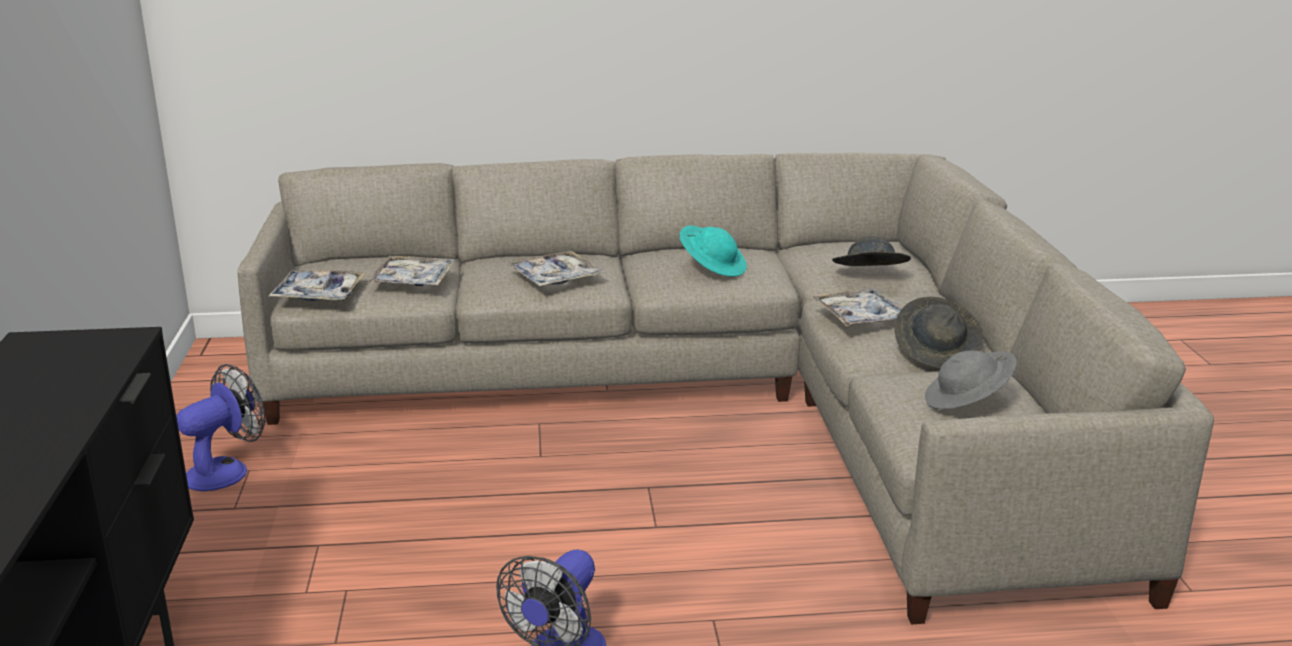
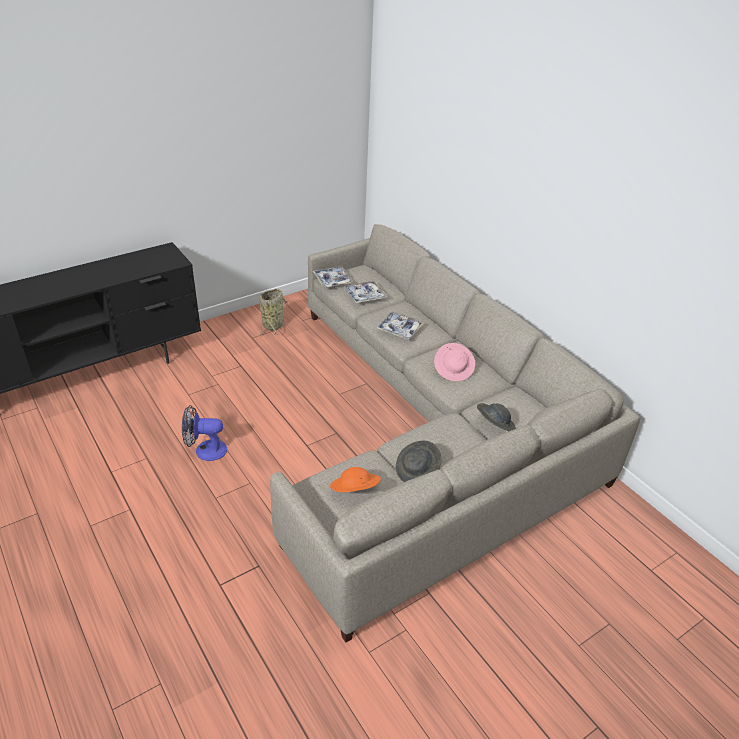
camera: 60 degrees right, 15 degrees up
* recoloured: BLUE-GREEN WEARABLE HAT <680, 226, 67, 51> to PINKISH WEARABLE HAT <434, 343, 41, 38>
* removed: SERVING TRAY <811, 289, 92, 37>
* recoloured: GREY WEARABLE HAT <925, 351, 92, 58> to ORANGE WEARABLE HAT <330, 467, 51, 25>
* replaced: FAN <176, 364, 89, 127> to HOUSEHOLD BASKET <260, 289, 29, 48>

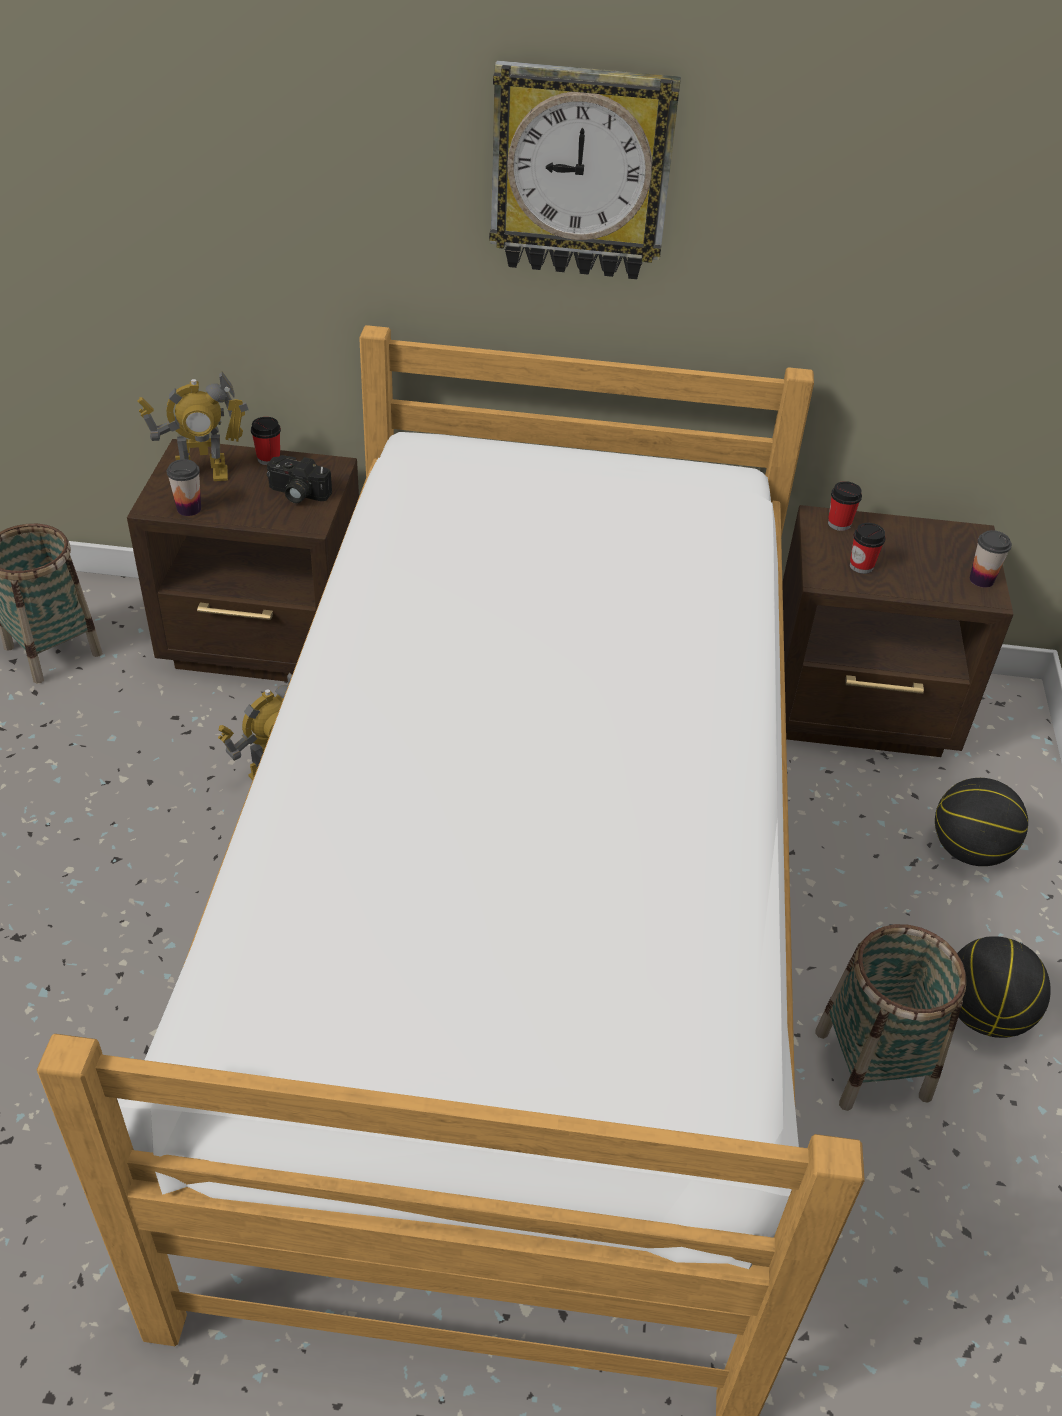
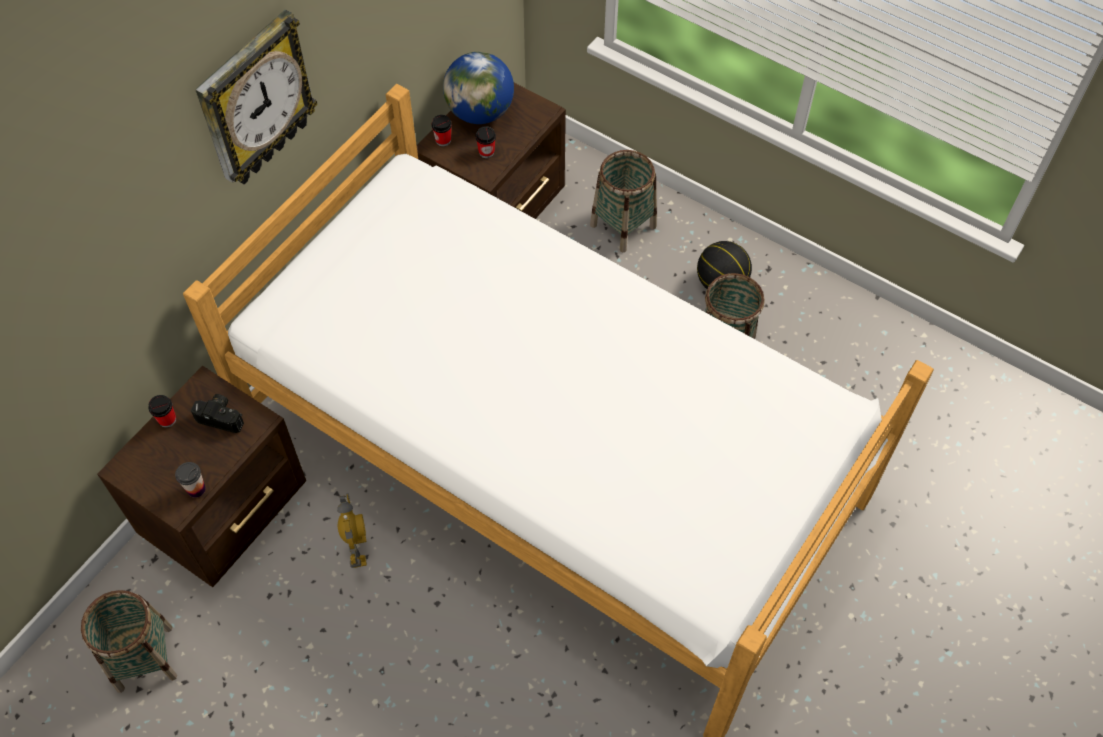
camera: 60 degrees left, 15 degrees up
* removed: ROBOT FIGURE <138, 371, 110, 110>
* turned: STILL CAMERA <267, 455, 65, 48> = <191, 394, 53, 39> 120 degrees counterclockwise
* removed: SMALL CUP <970, 530, 42, 58>
* replaced: BASKETBALL <935, 778, 93, 88> to HOUSEHOLD BASKET <590, 150, 67, 102>
* added: DESK GLOBE <443, 52, 71, 72>

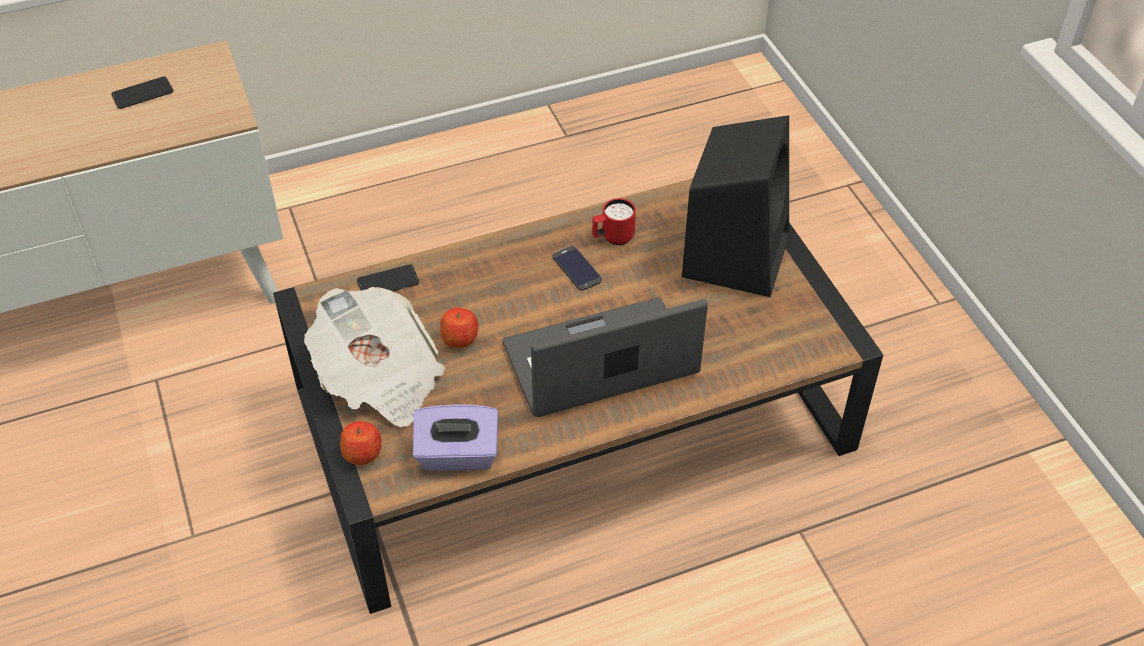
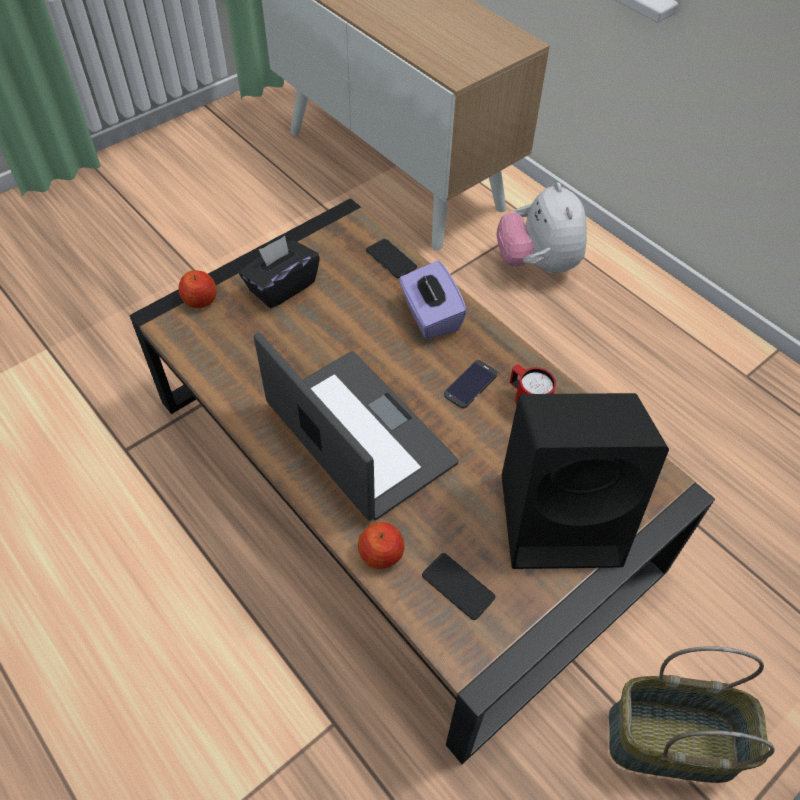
camera: 70 degrees right, 5 degrees up
* moved: HANDSET <111, 77, 62, 32> to <422, 553, 73, 67>
* replaced: DAILY PAPER <304, 287, 141, 140> to BLACKISH TISSUE HOLDER <239, 236, 81, 73>
* moved: WHOLE APPLE <440, 308, 38, 40> to <358, 522, 47, 47>
* moved: PURPLE TISSUE HOLDER <413, 404, 85, 67> to <399, 261, 68, 78>
* added: SOFT TOY <496, 182, 91, 92>
* added: HOUSEHOLD BASKET <609, 646, 166, 137>

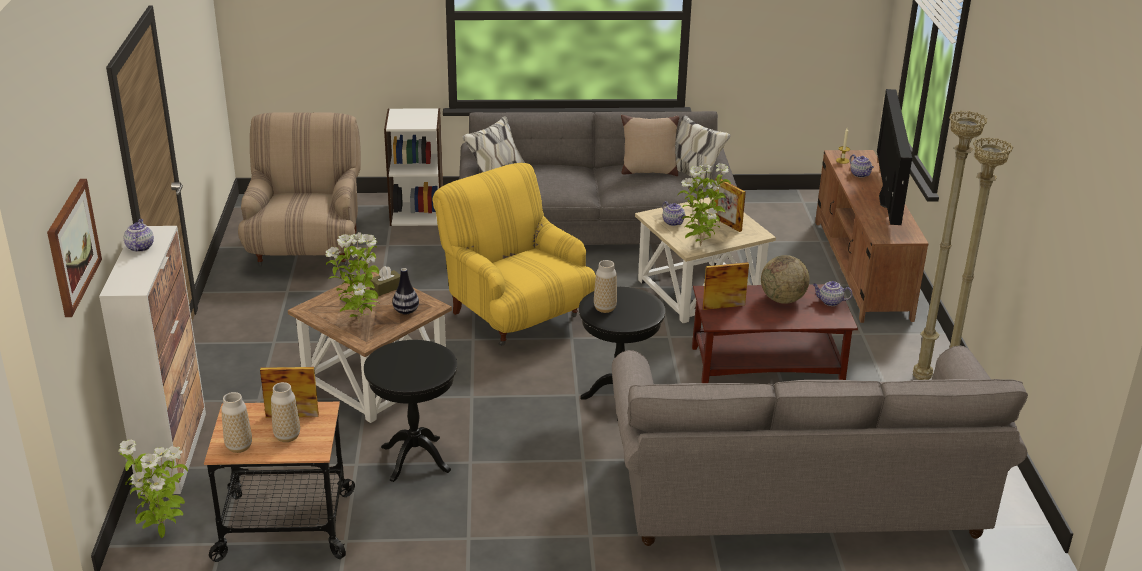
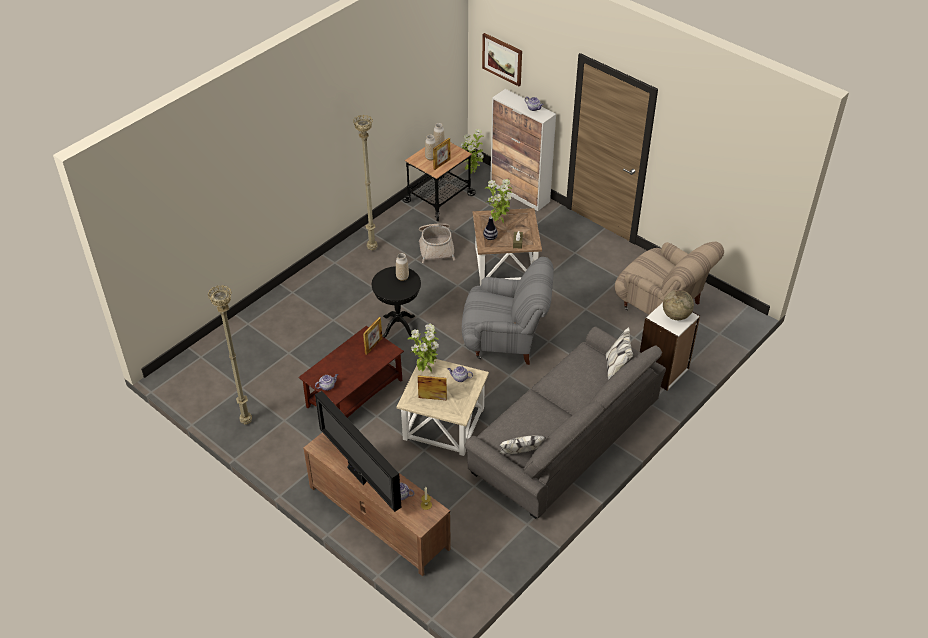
camera: 135 degrees right, 15 degrees up
* moved: SAND-COLOURED STANDING LAMP <913, 110, 74, 270> to <353, 115, 24, 136>
* removed: SAND-COLOURED CUSHION <621, 115, 58, 61>
* recoloured: YELLOW EASY CHAIR <432, 163, 164, 183> to GREY EASY CHAIR <462, 257, 92, 108>
* moved: DESK GLOBE <761, 255, 49, 49> to <663, 290, 31, 30>
* replaced: BLACKISH END TABLE <364, 340, 93, 142> to HOUSEHOLD BASKET <419, 223, 36, 40>
* removed: GREY SETTEE <612, 346, 416, 200>

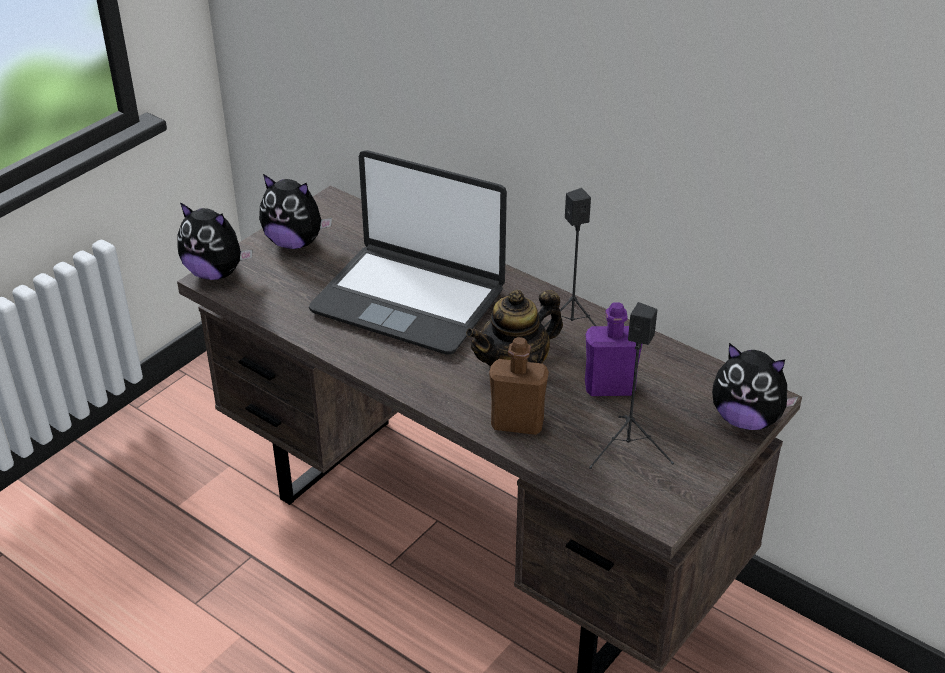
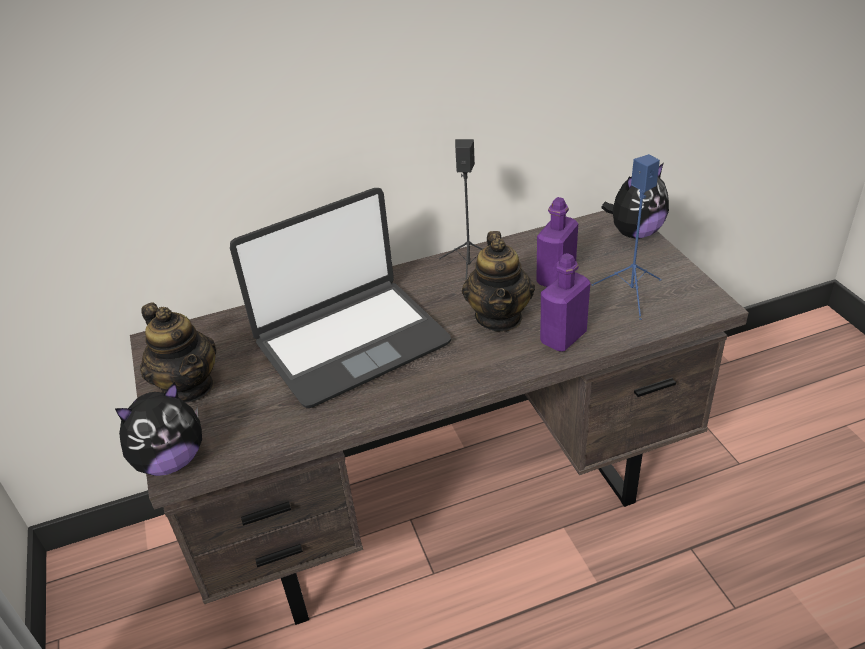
camera: 55 degrees left, 0 degrees up
* replaced: SOFT TOY <259, 174, 73, 75> to TEAPOT <140, 302, 76, 100>
* recoloured: BLACKISH AUDIO SPEAKER <589, 302, 85, 167> to BLUISH AUDIO SPEAKER <592, 154, 70, 166>
* recoloured: BROWNISH BEVERAGE BOTTLE <489, 337, 60, 98> to PURPLE BEVERAGE BOTTLE <540, 253, 51, 99>

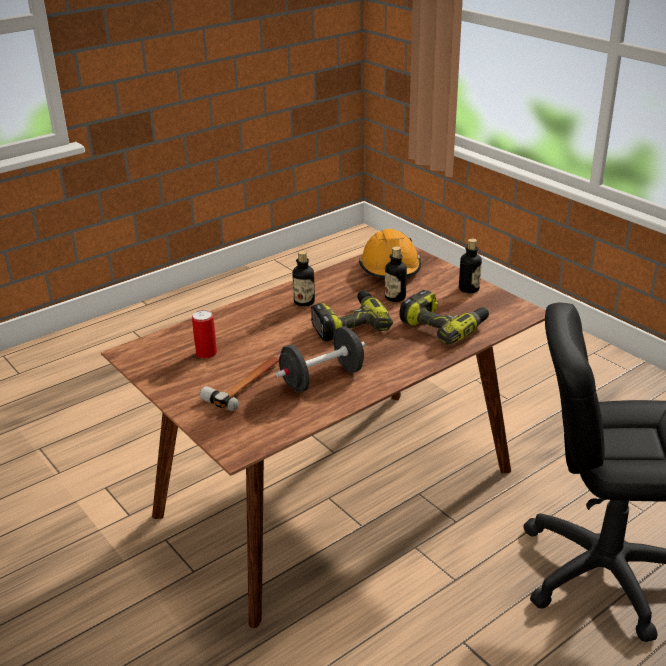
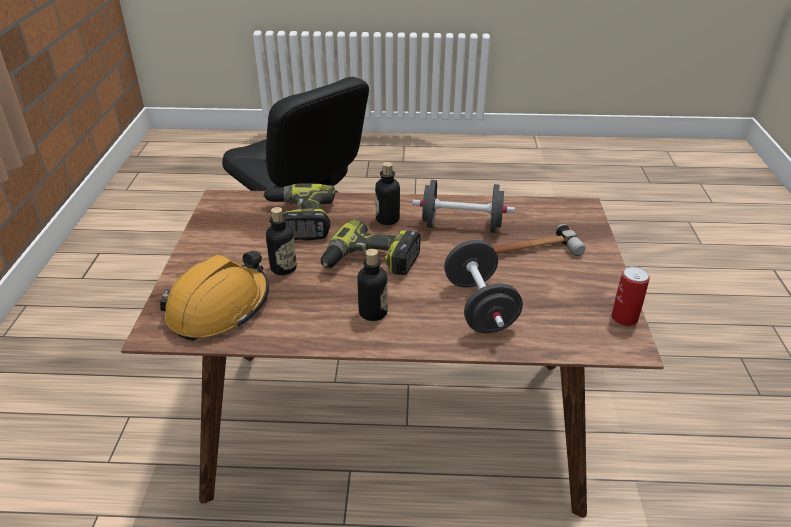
camera: 140 degrees left, 5 degrees up
* moved: BEVERAGE BOTTLE <459, 238, 23, 55> to <375, 162, 25, 63>
* moved: METAL CAN <192, 310, 25, 49> to <611, 266, 39, 60>
* added: BLACKISH FREE WEIGHT <444, 240, 79, 93>

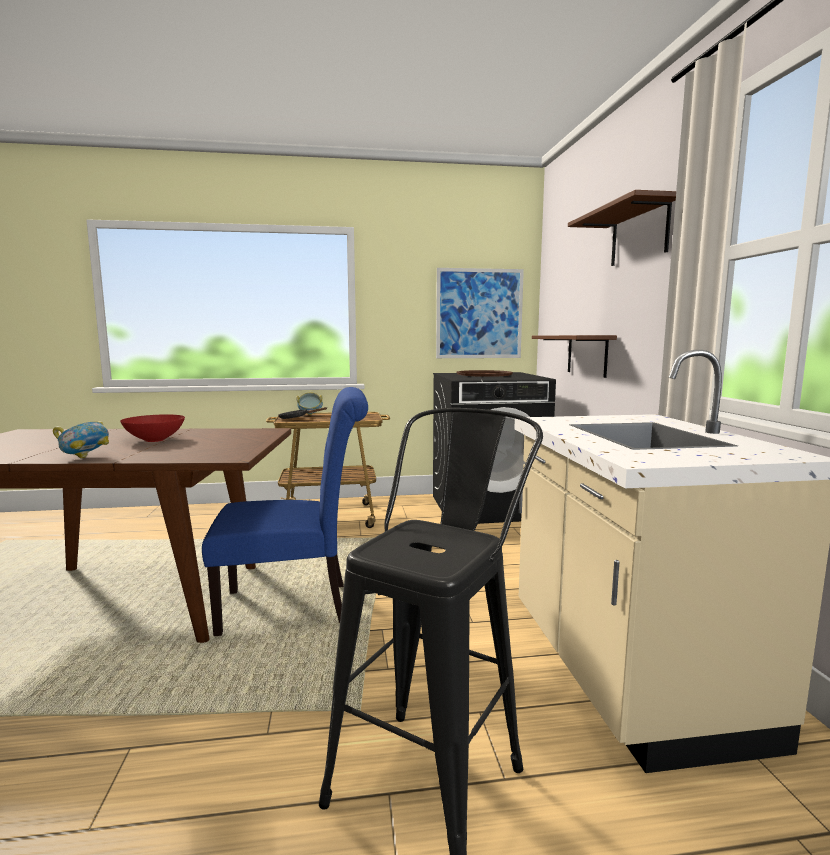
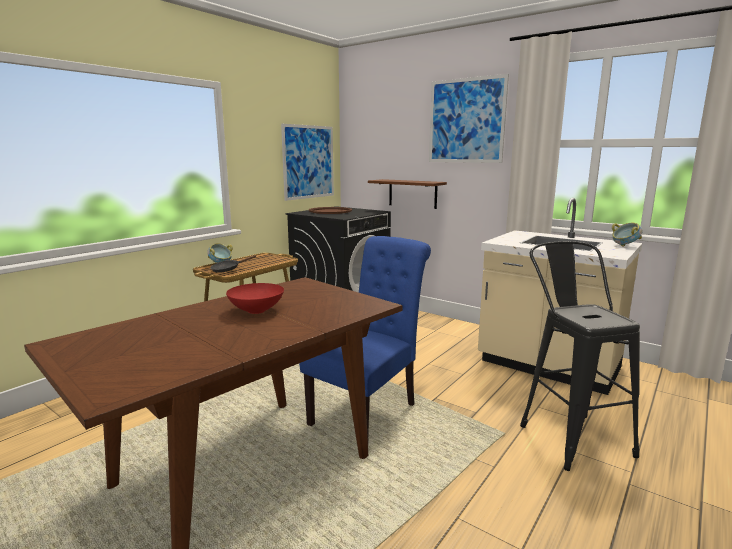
camera: 45 degrees left, 5 degrees up
* replaced: BROWNISH SHELF <568, 190, 108, 76> to WALL PICTURE <429, 74, 80, 89>
* moved: SERVING BOWL <53, 421, 56, 38> to <612, 223, 30, 23>

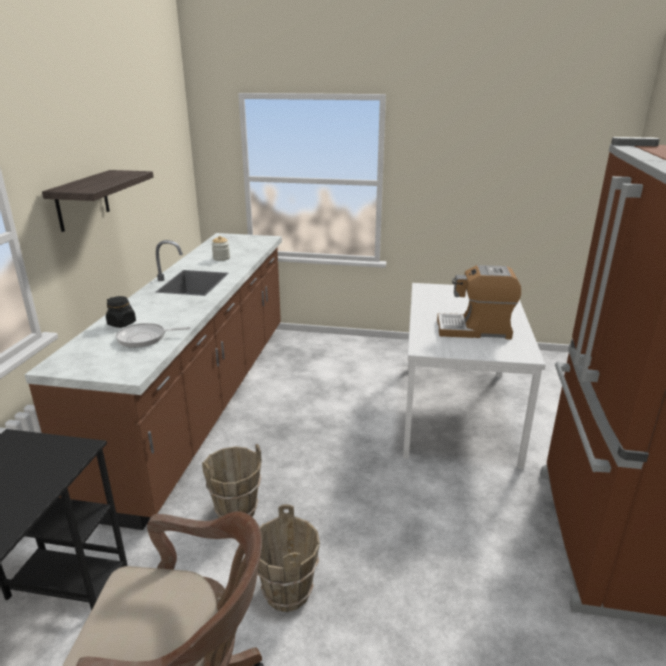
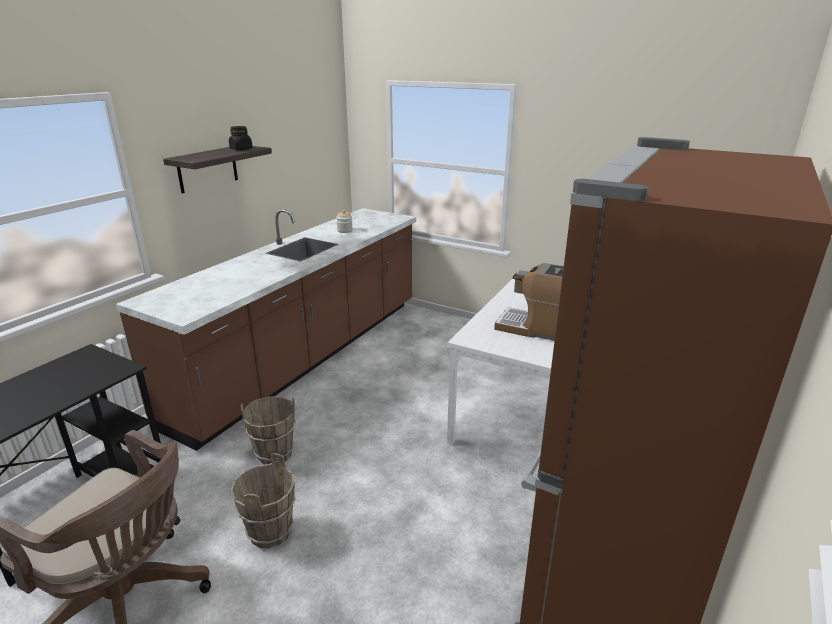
camera: 20 degrees right, 0 degrees up
* moved: BLACKISH PRESERVE JAR <106, 296, 30, 32> to <229, 126, 23, 24>
* removed: SKILLET <116, 323, 74, 25>

